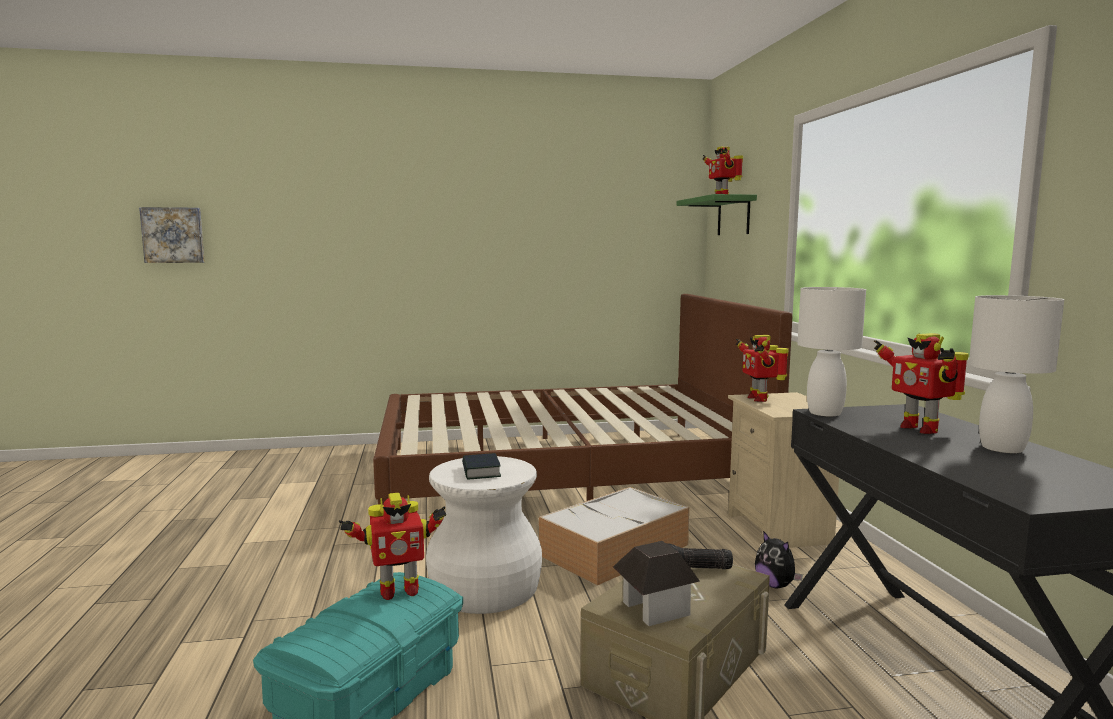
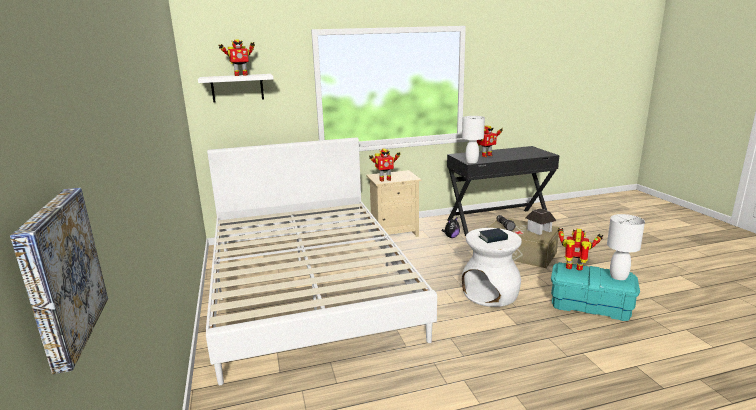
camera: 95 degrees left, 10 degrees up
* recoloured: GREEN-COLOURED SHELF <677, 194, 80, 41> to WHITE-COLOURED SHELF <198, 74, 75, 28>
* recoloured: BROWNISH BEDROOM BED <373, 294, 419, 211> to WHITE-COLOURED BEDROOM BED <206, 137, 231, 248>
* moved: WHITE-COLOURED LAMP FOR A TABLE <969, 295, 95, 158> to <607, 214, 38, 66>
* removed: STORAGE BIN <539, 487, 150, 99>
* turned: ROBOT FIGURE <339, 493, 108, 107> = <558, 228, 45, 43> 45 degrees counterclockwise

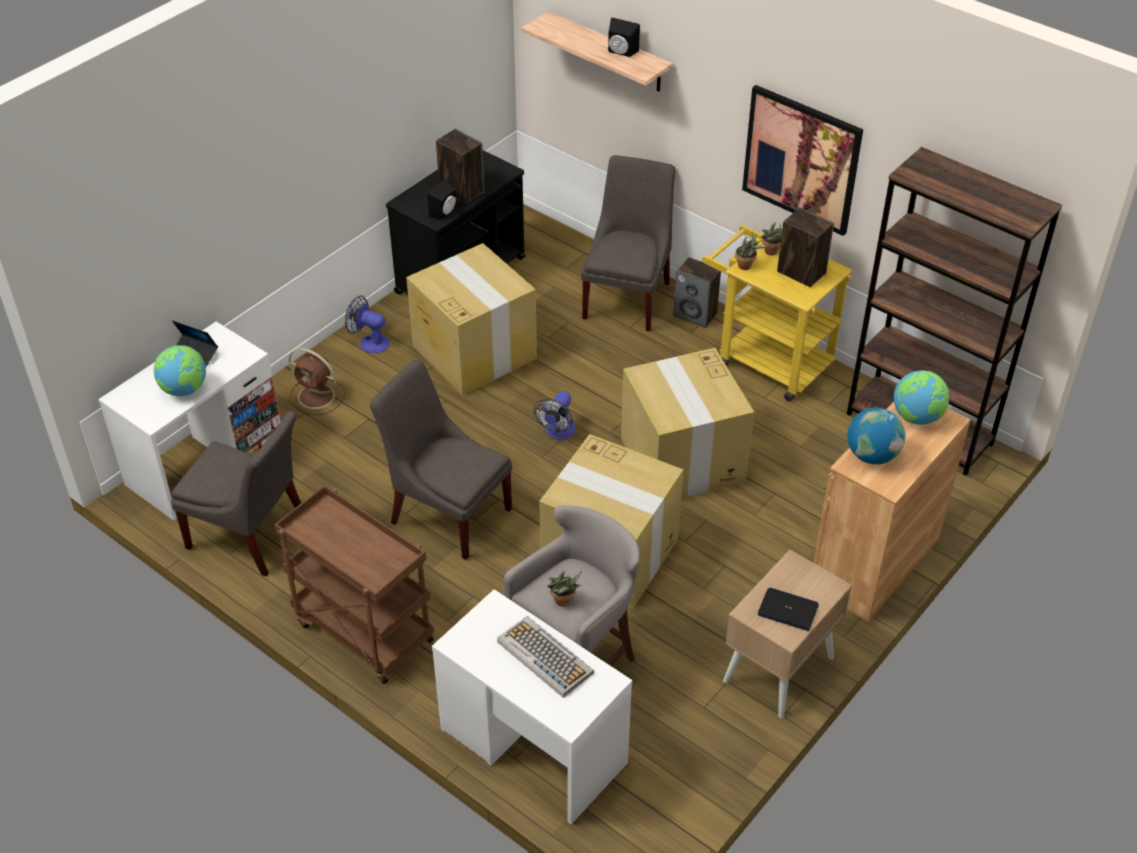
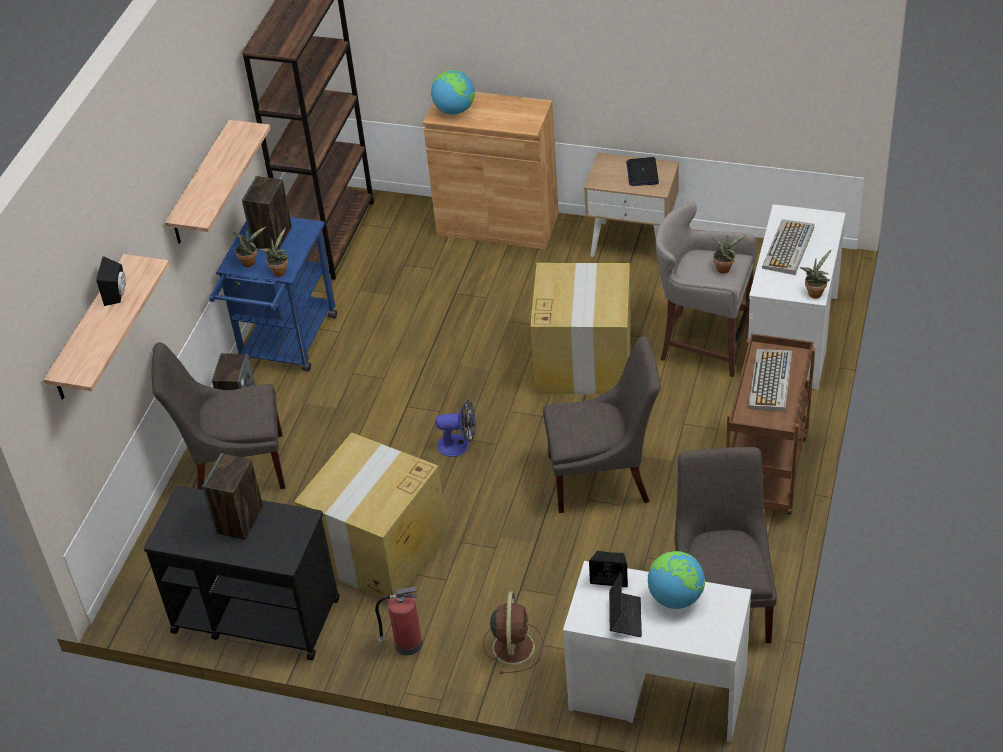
camera: 110 degrees left, 0 degrees up
* replaced: WALL PICTURE <742, 85, 121, 151> to SHELF <165, 120, 106, 124>
* moved: BLACKISH AUDIO SPEAKER <427, 178, 29, 41> to <589, 551, 39, 36>
* recoloured: YELLOW WHEELED CART <702, 225, 151, 176> to BLUISH WHEELED CART <210, 217, 127, 155>
* replaced: FAN <345, 295, 45, 58> to EXTINGUISHER <375, 587, 48, 68>
* removed: CARTON <621, 348, 133, 150>
* turned: GREY PLAIN CHAIR <370, 360, 142, 200> = <543, 337, 118, 176> 105 degrees counterclockwise
* removed: DESK GLOBE <847, 408, 58, 56>
* added: HOUSEPLANT <800, 250, 31, 48>
* added: KEYBOARD <748, 349, 44, 63>

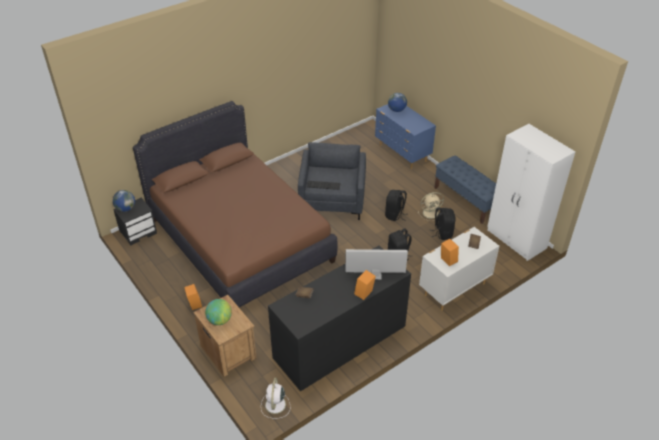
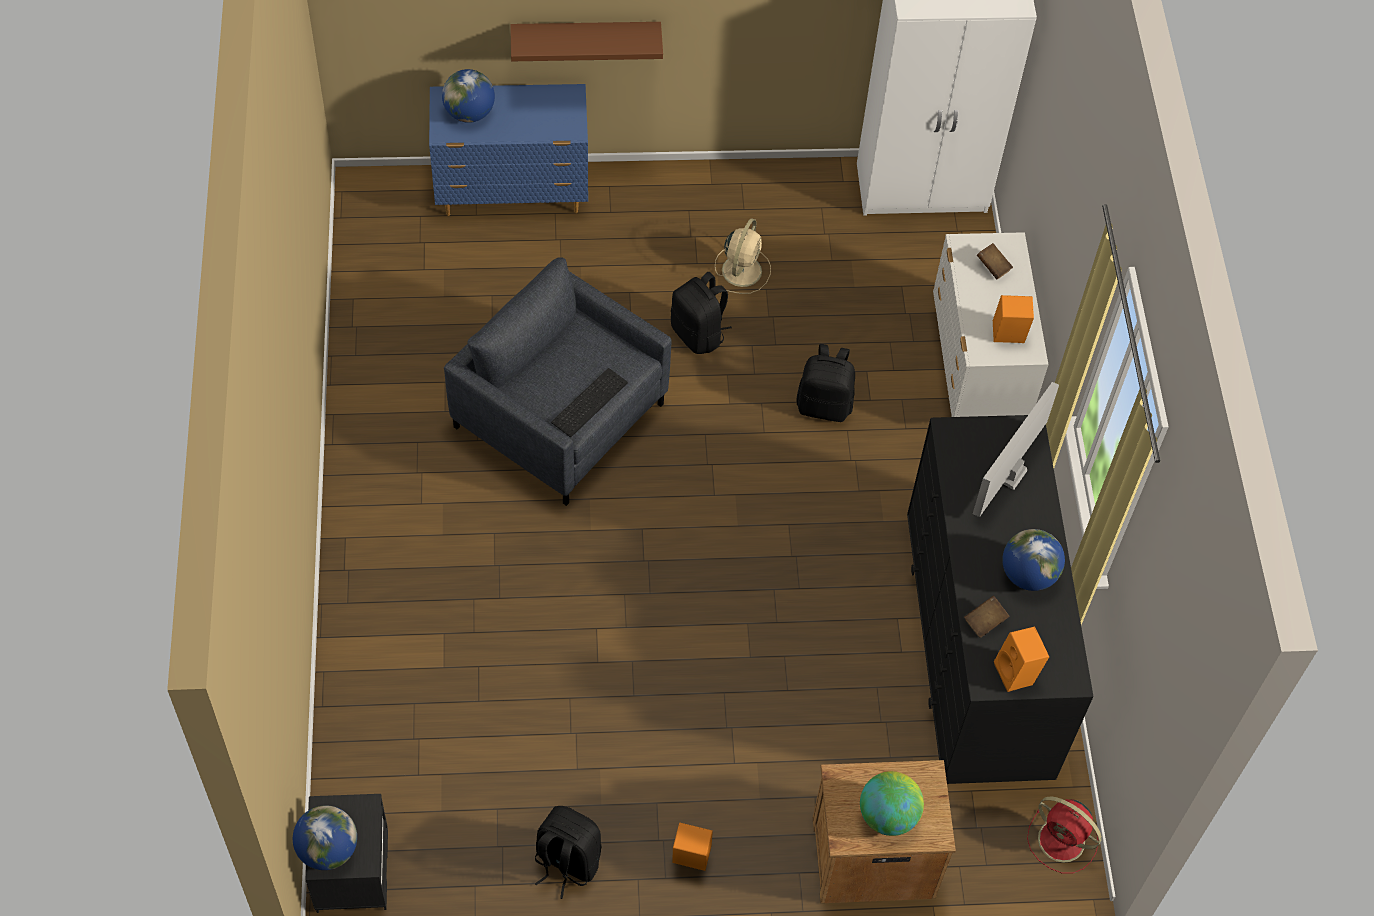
camera: 60 degrees left, 15 degrees up
* removed: BROWNISH BEDROOM BED <133, 101, 204, 206>
* removed: BLUISH INDOOR BENCH <435, 155, 61, 69>
* moved: BLACKISH KNAPSACK <431, 208, 25, 32> to <535, 806, 67, 93>
* moved: ORANGE AUDIO SPEAKER <354, 270, 22, 30> to <994, 627, 55, 65>
* recoloured: WHITE-COLOURED FAN <261, 378, 30, 41> to REDDISH FAN <1027, 797, 75, 76>
* added: BROWNISH SHELF <510, 22, 153, 39>
* added: DESK GLOBE <1002, 529, 63, 62>

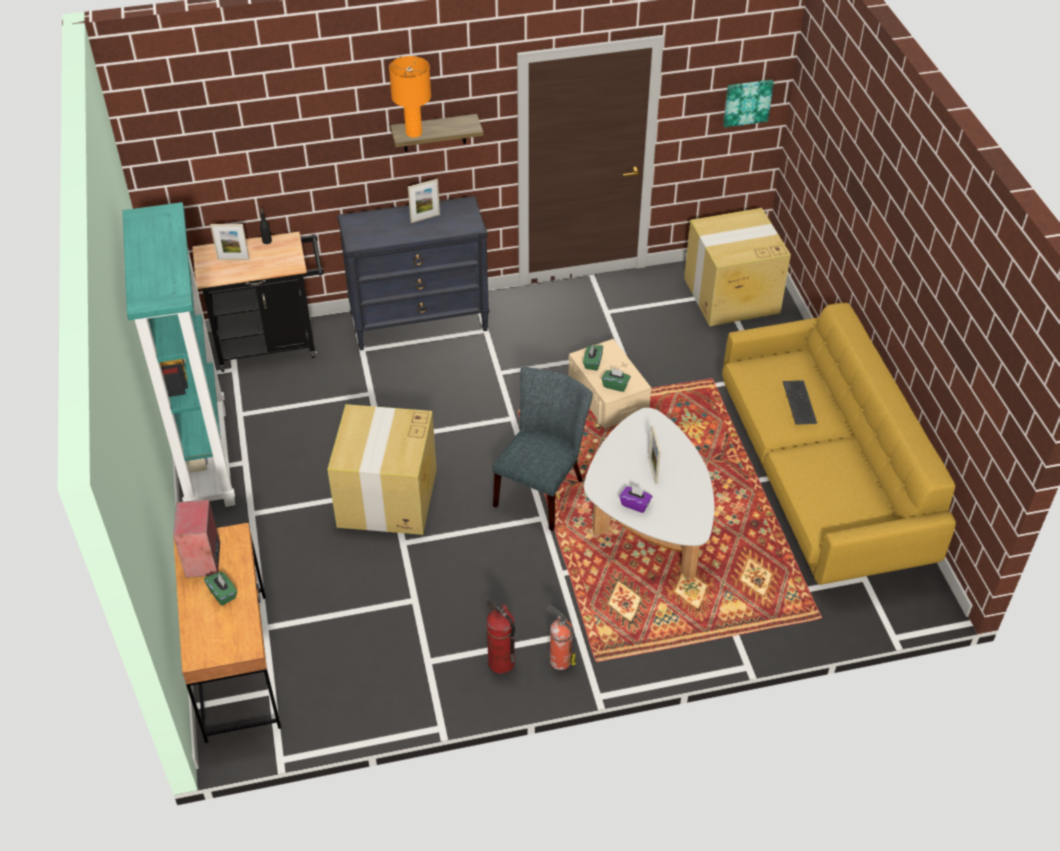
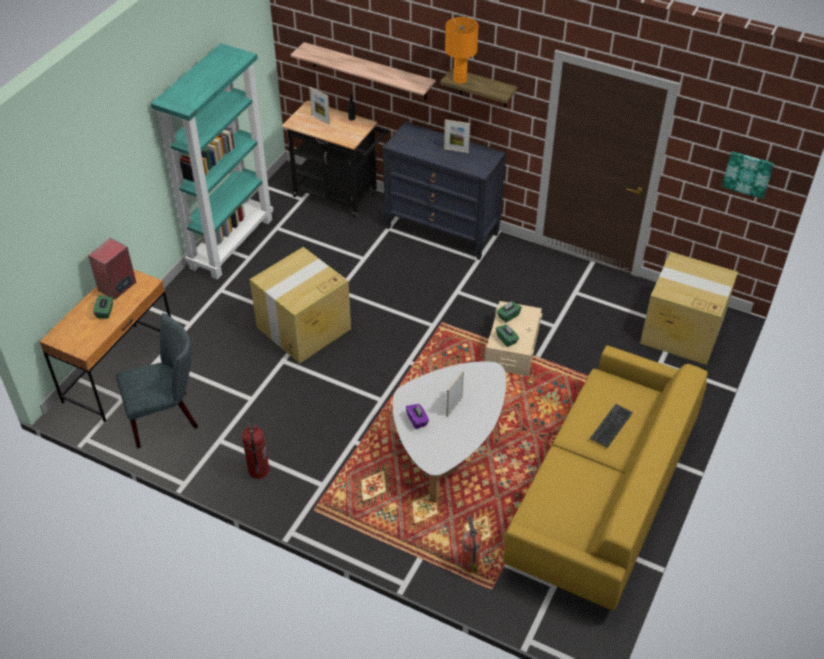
camera: 40 degrees right, 0 degrees up
* moved: GREY PLAIN CHAIR <492, 367, 101, 164> to <116, 313, 82, 135>
* moved: EXTINGUISHER <545, 605, 31, 65> to <461, 515, 20, 59>
* added: SHELF <291, 42, 145, 58>

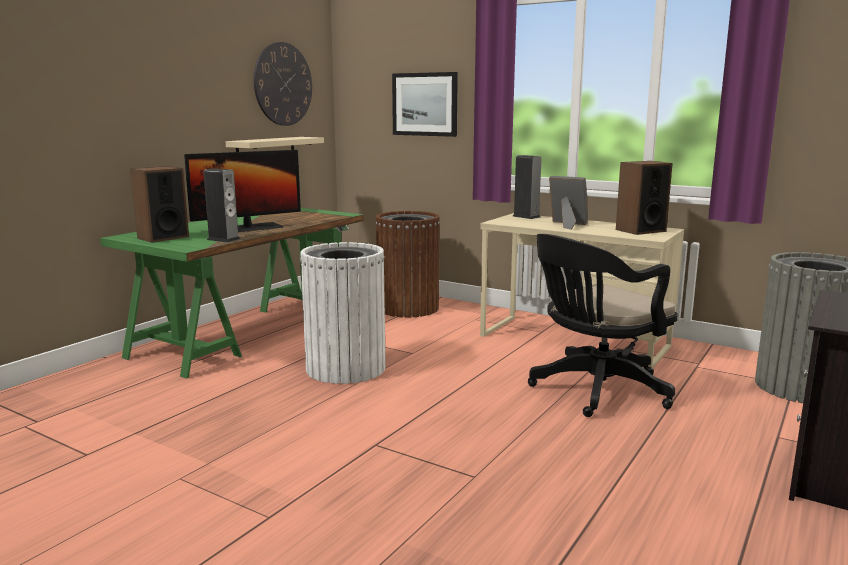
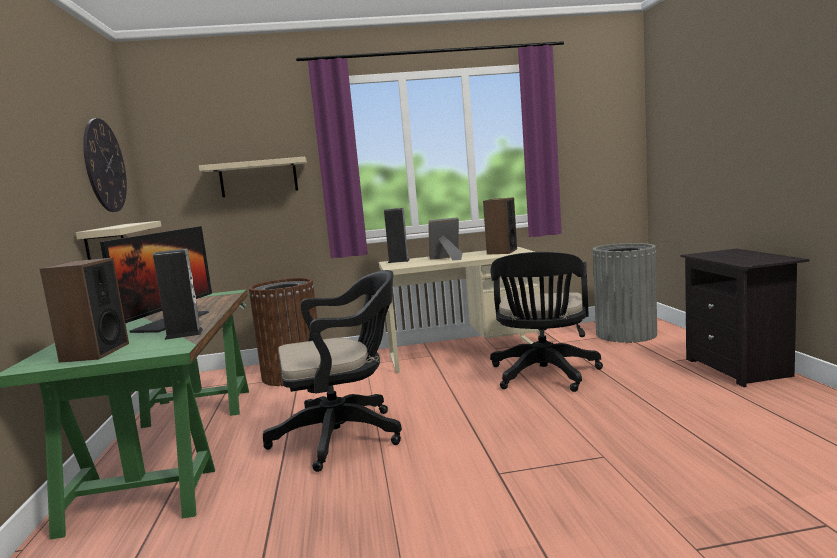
camera: 40 degrees left, 5 degrees down
* replaced: WALL PICTURE <392, 72, 66, 65> to SAND-COLOURED SHELF <199, 157, 108, 40>
* replaced: WHITE-COLOURED RUBBISH BIN <300, 242, 86, 142> to BLACKISH DESK CHAIR <263, 270, 139, 202>

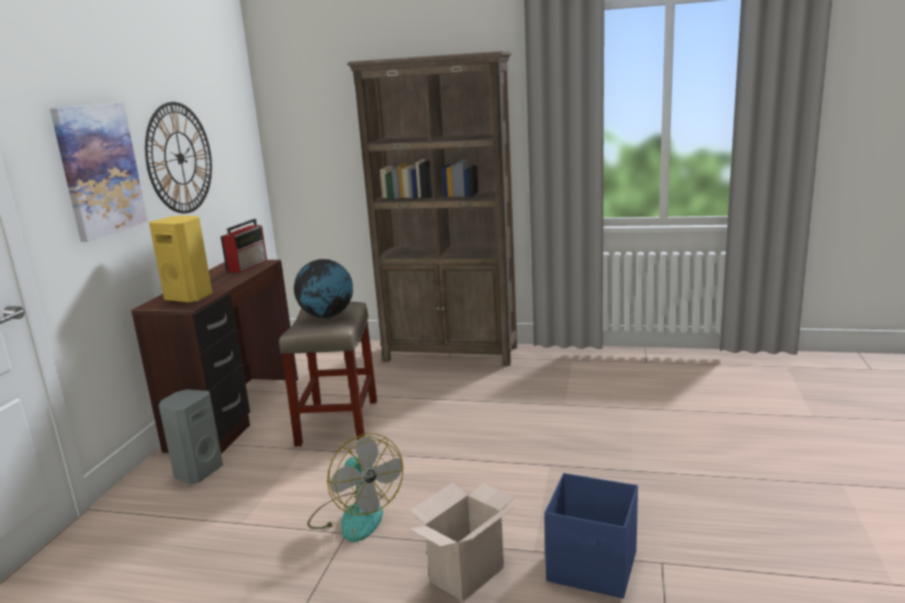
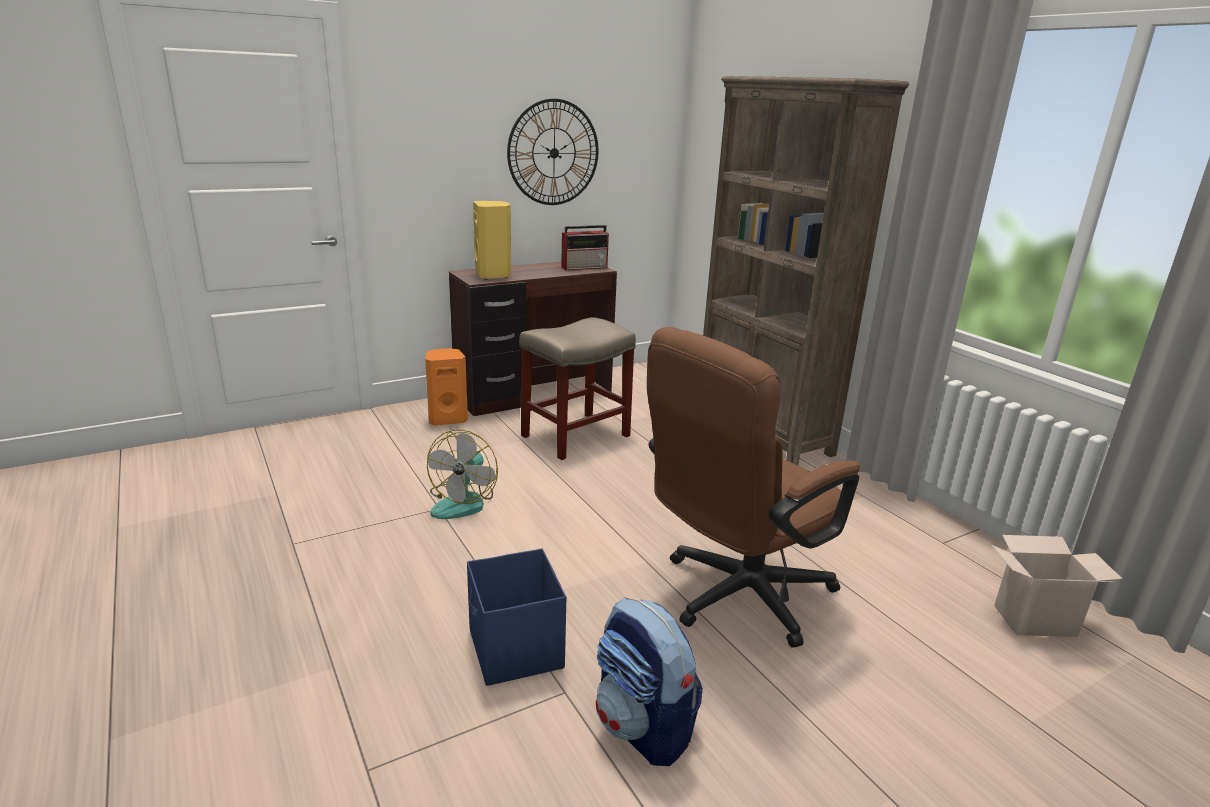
camera: 45 degrees right, 5 degrees up
* removed: WALL PICTURE <50, 102, 98, 140>
* removed: DESK GLOBE <294, 259, 59, 59>
* recoloured: GREY AUDIO SPEAKER <159, 389, 64, 96> to ORANGE AUDIO SPEAKER <425, 348, 43, 78>
* moved: CARTON <409, 482, 106, 120> to <992, 535, 130, 102>
* added: BROWNISH DESK CHAIR <647, 327, 213, 321>
* added: KNAPSACK <596, 597, 107, 169>

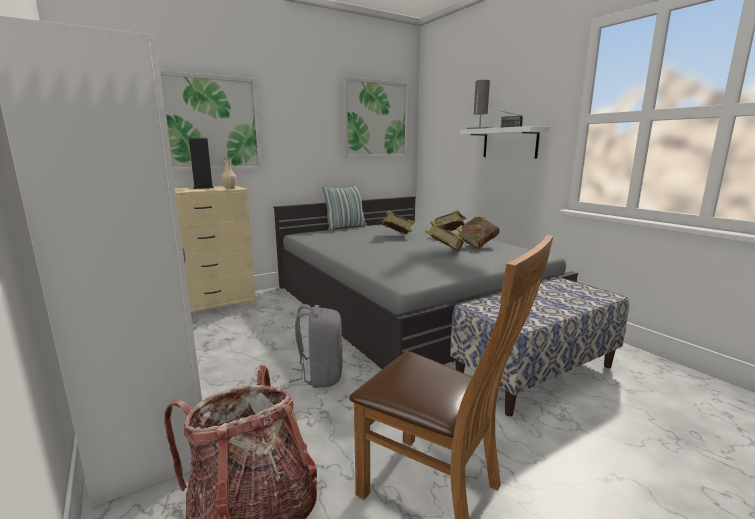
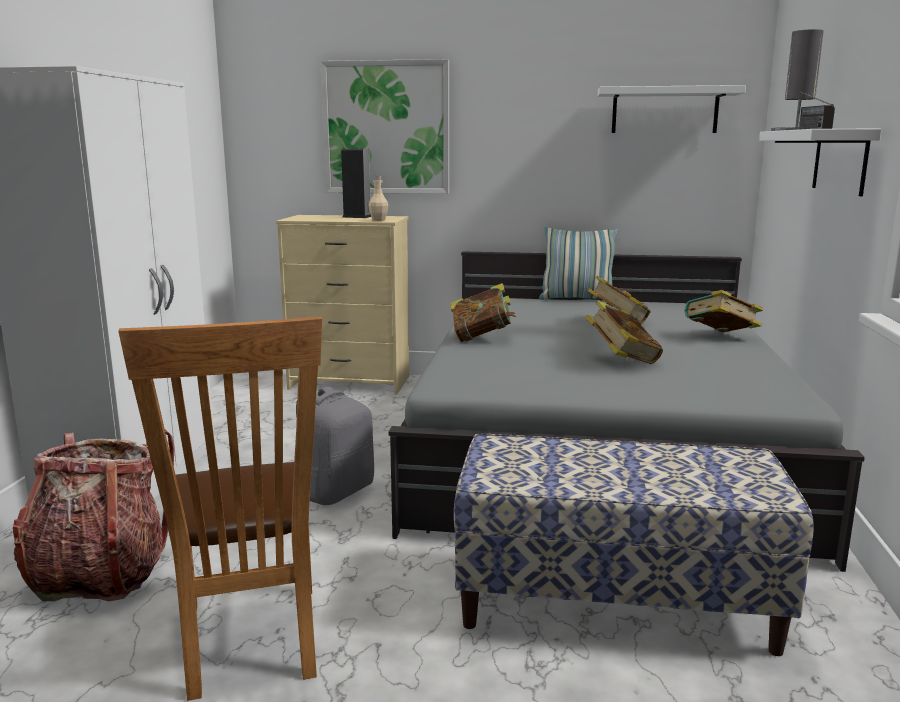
camera: 40 degrees right, 0 degrees up
* replaced: WALL PICTURE <343, 76, 66, 82> to WHITE-COLOURED SHELF <598, 85, 148, 48>
* moved: BOUND BOOK <456, 214, 44, 35> to <451, 283, 65, 59>

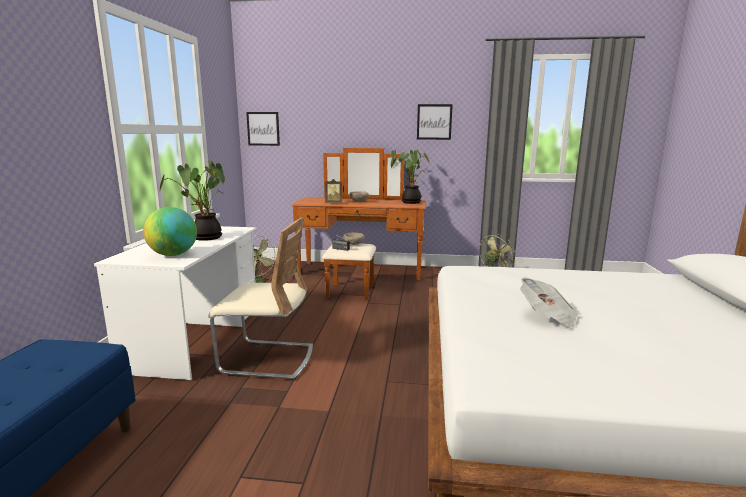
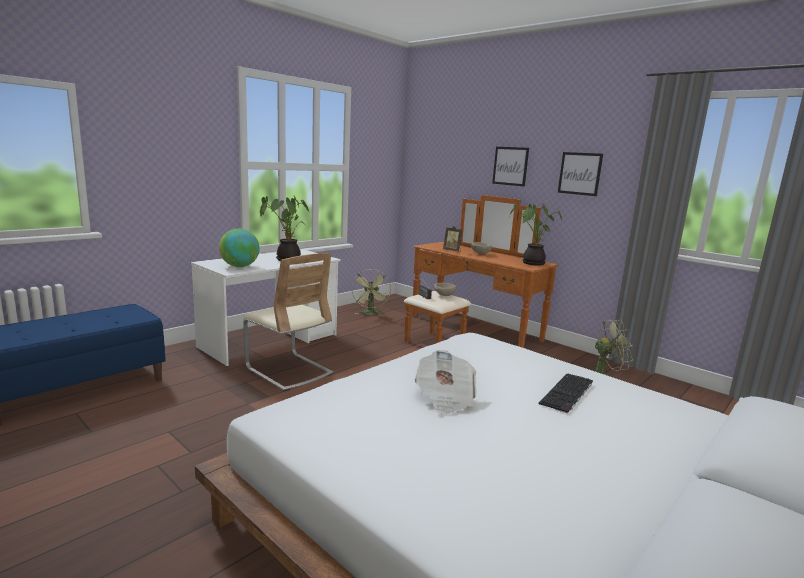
camera: 35 degrees right, 0 degrees up
* moved: WALL PICTURE <246, 112, 34, 34> to <492, 147, 37, 40>
* added: KEYBOARD <539, 374, 54, 40>

